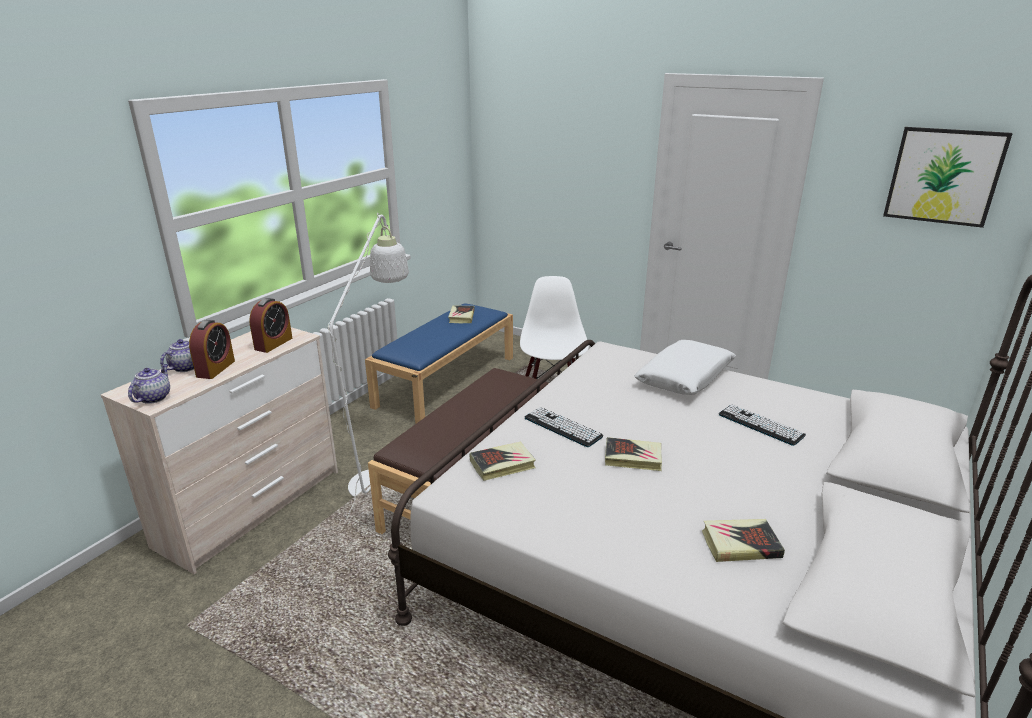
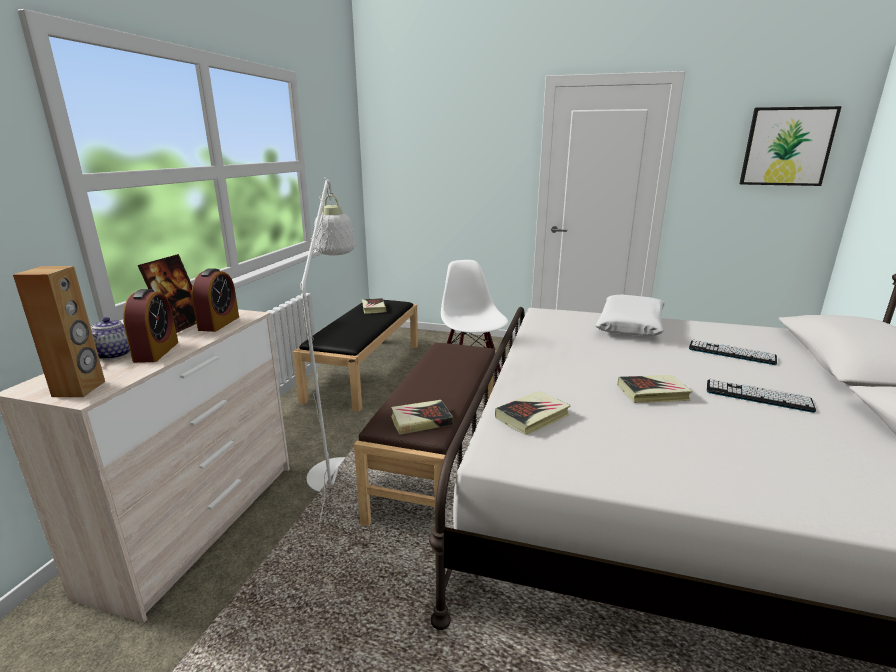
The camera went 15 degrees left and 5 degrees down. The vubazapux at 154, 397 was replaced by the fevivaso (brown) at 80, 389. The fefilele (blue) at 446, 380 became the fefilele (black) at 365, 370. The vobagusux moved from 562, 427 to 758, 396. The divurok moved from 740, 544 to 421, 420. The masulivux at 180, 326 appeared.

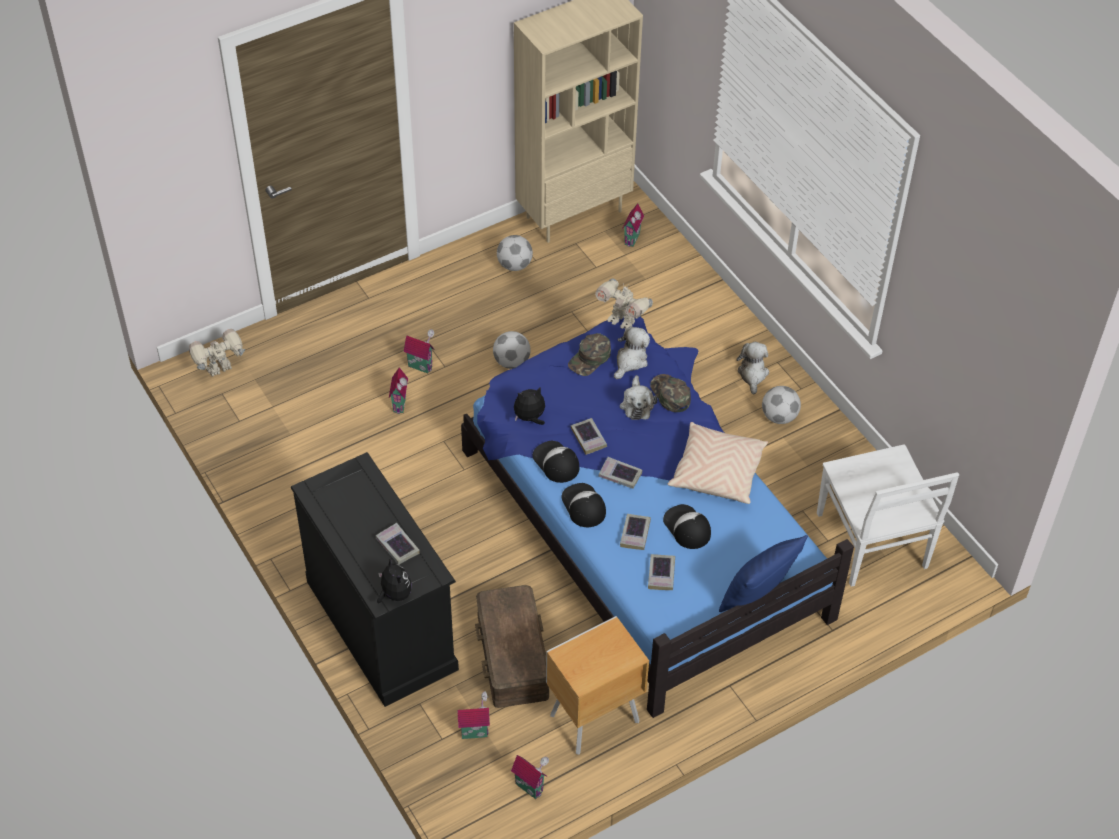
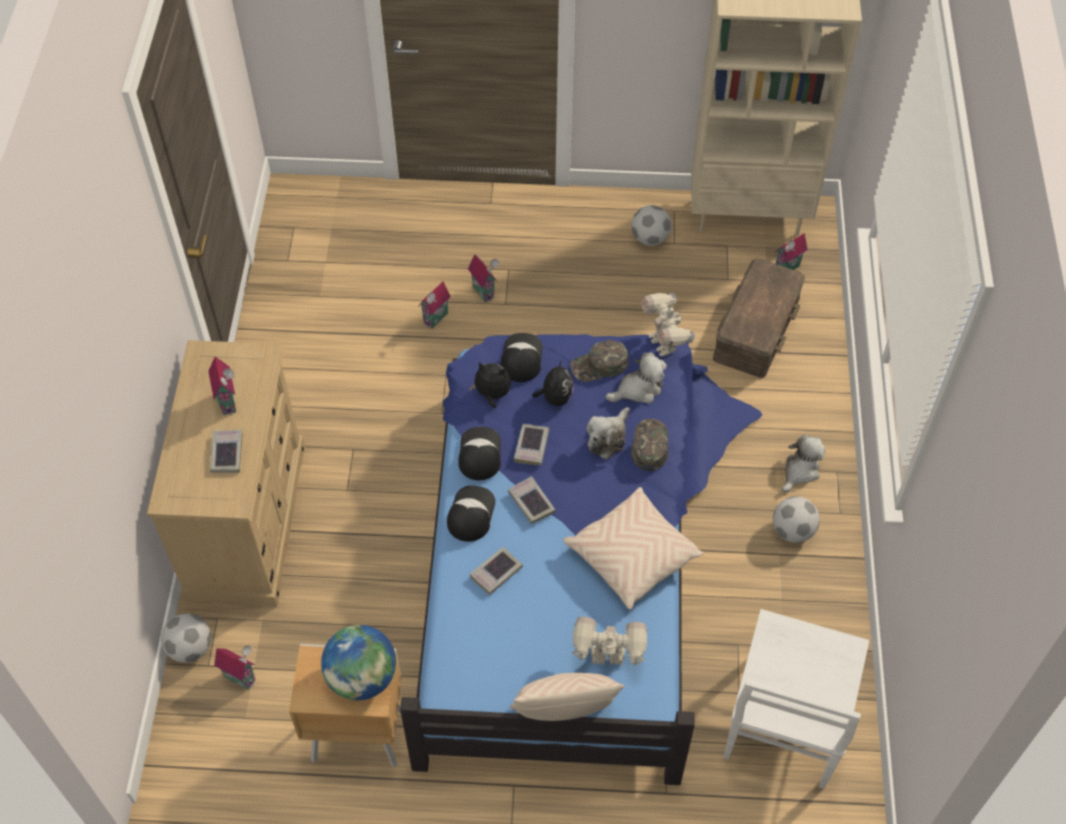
The camera went 35 degrees right and 5 degrees up. The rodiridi moved from 220, 370 to 607, 659. The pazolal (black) at 382, 624 became the pazolal (beige) at 248, 521. The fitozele moved from 394, 594 to 555, 398. The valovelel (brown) moved from 511, 655 to 755, 328. The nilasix moved from 512, 362 to 190, 648. The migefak moved from 530, 786 to 229, 401. The divurok at 661, 574 disappeared. The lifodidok moved from 686, 527 to 521, 358. The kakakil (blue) at 757, 595 became the kakakil (beige) at 565, 714. The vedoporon at 362, 678 appeared.

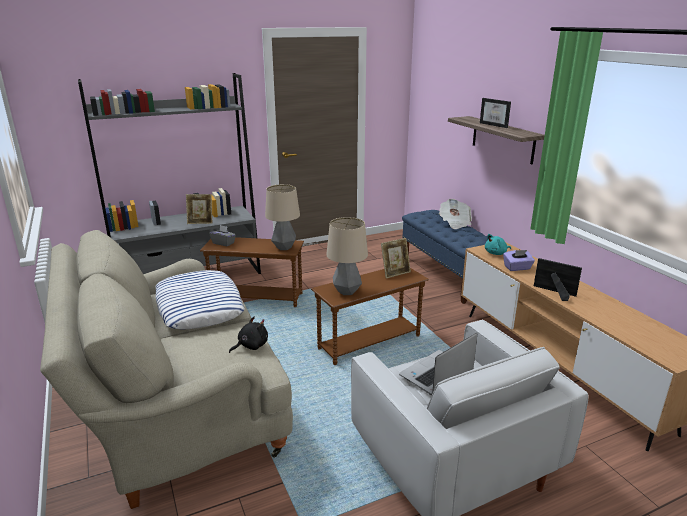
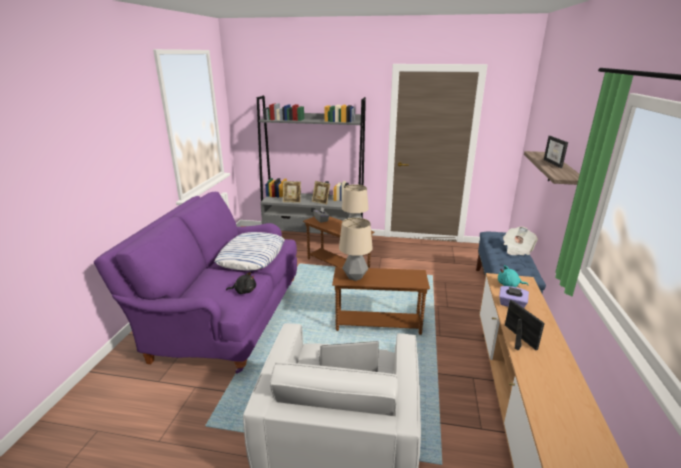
The camera went 35 degrees right and 0 degrees up. The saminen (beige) at 175, 408 became the saminen (purple) at 222, 317. The masulivux moved from 395, 273 to 292, 201.

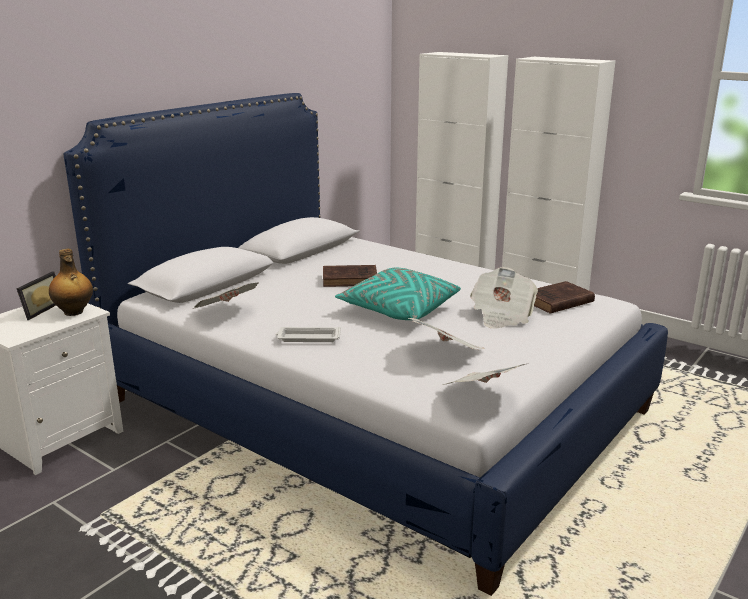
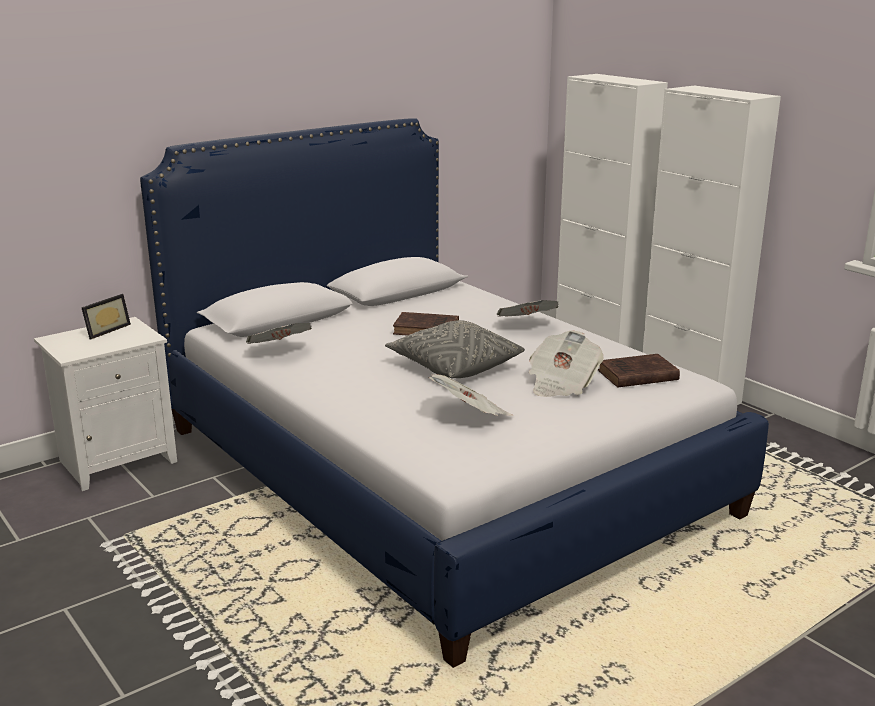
The camera went 15 degrees right and 0 degrees up. The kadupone at 74, 312 disappeared. The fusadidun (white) at 308, 338 disappeared. The kakakil (turquoise) at 398, 310 became the kakakil (grey) at 454, 366. The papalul moved from 481, 395 to 526, 325.

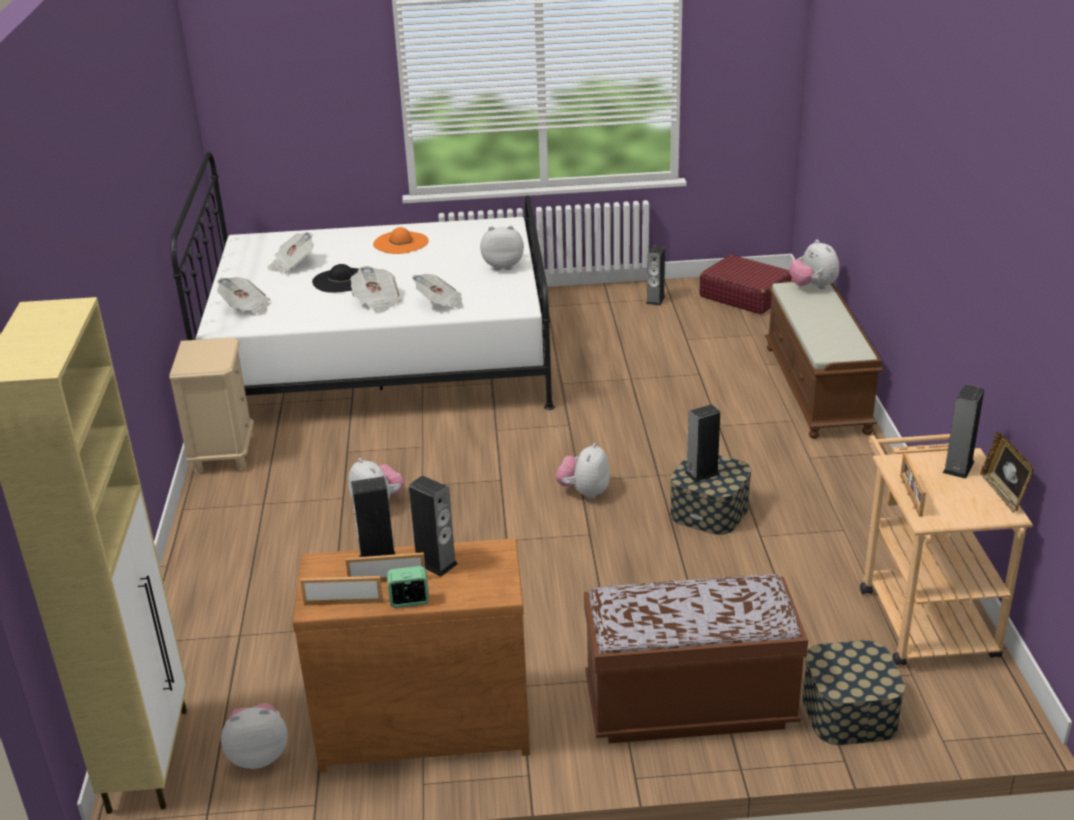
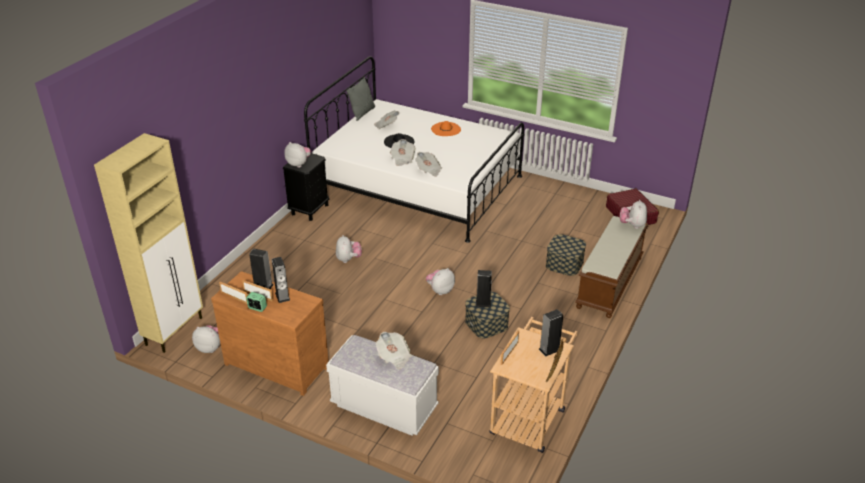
The camera went 30 degrees right and 5 degrees up. The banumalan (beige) at 223, 454 became the banumalan (black) at 309, 209. The papalul moved from 246, 308 to 394, 357. The fitozele moved from 503, 266 to 299, 164. The fefilele (brown) at 689, 706 became the fefilele (white) at 384, 407. The fevivaso at 655, 300 disappeared. The valovelel moved from 849, 712 to 564, 263. The kakakil (grey) at 362, 113 appeared.

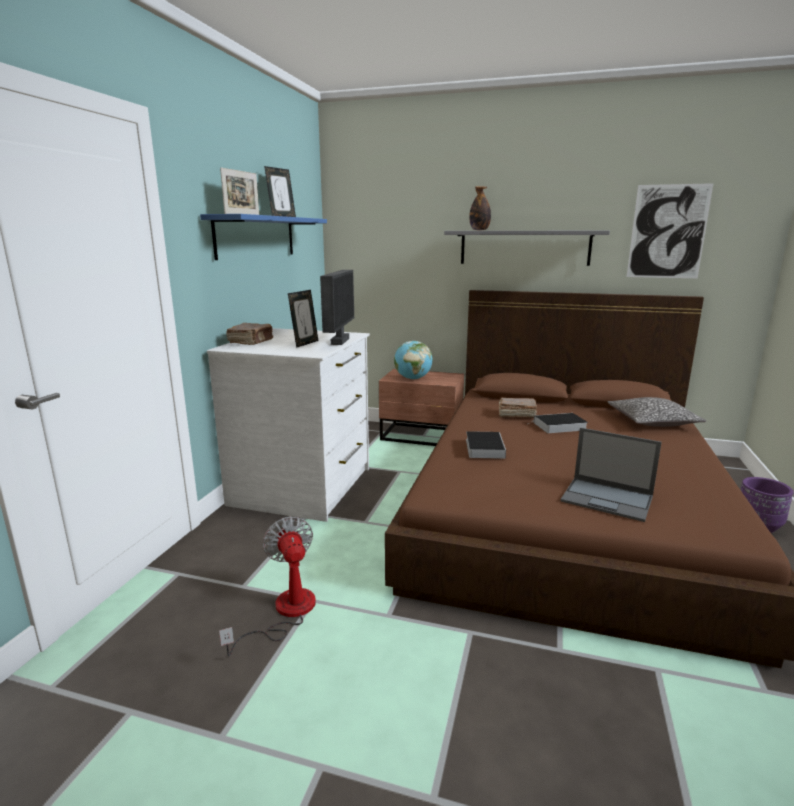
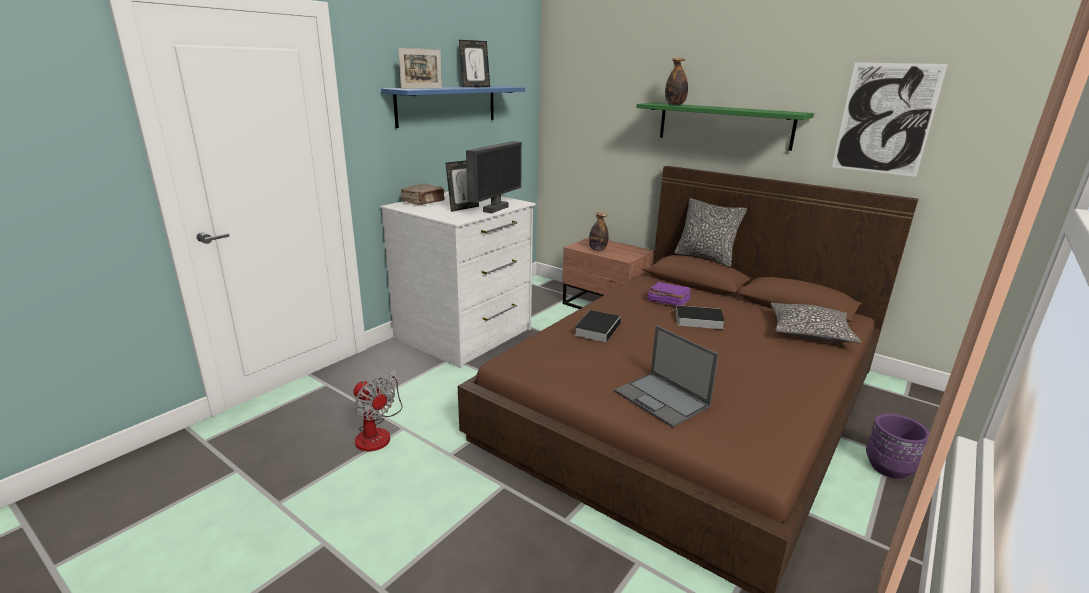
The camera went 20 degrees right and 5 degrees up. The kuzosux at 285, 613 turned 135 degrees clockwise. The vedoporon at 413, 378 was replaced by the kadupone at 597, 249. The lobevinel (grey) at 524, 247 became the lobevinel (green) at 724, 125. The divurok (brown) at 516, 415 became the divurok (purple) at 667, 301. The kakakil at 705, 258 appeared.

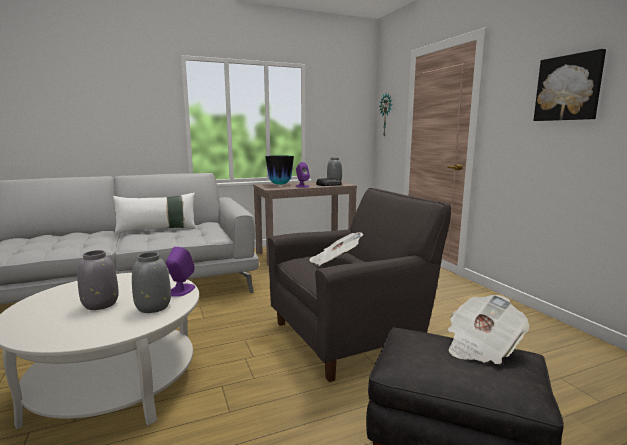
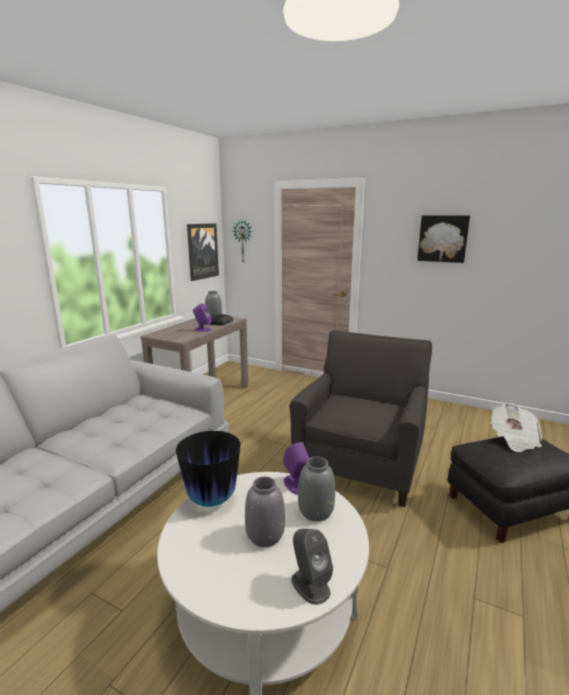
The camera went 40 degrees left and 5 degrees up. The kakakil (white) at 157, 230 disappeared. The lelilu moved from 280, 184 to 212, 500. The papalul at 334, 262 disappeared. The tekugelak at 202, 251 appeared. The fevivaso (grey) at 310, 585 appeared.

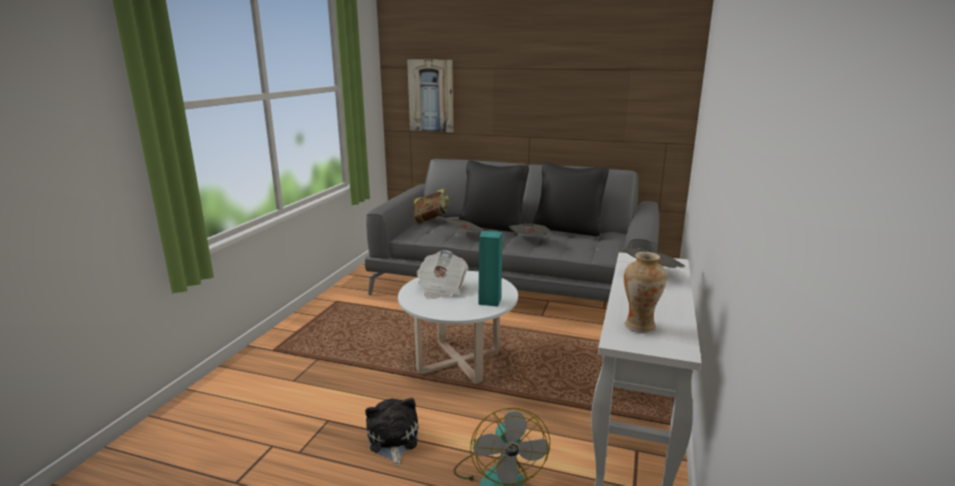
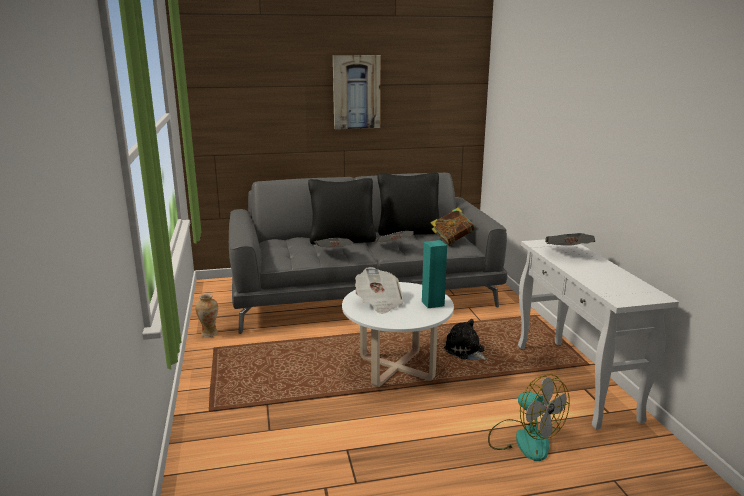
The camera went 30 degrees left and 0 degrees up. The fitozele moved from 392, 440 to 465, 351. The tekugelak moved from 431, 96 to 356, 92. The divurok moved from 432, 220 to 452, 240. The lelilu moved from 639, 326 to 209, 333.

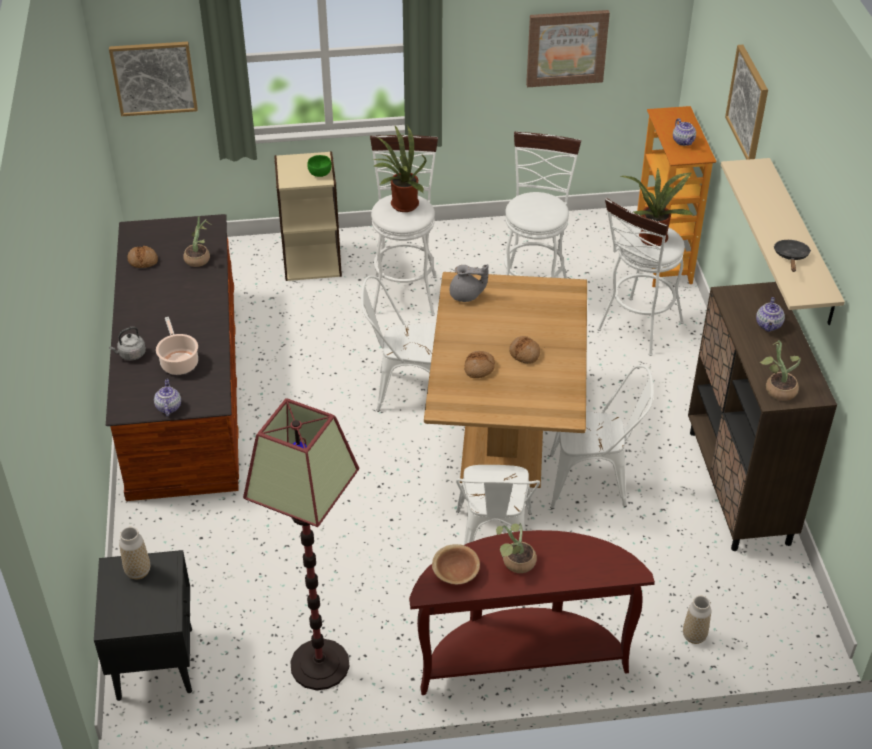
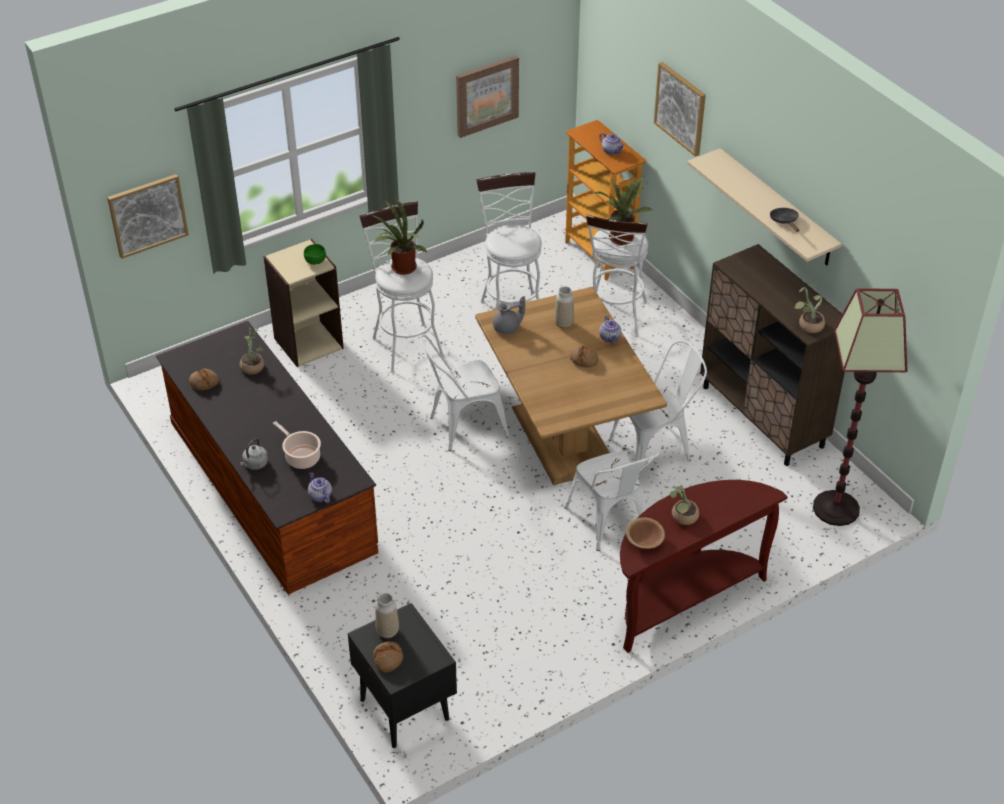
The camera went 25 degrees left and 0 degrees up. The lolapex moved from 320, 665 to 836, 509. The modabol moved from 479, 368 to 388, 659. The lelilu moved from 694, 636 to 564, 324. The vubazapux moved from 769, 325 to 610, 338.

